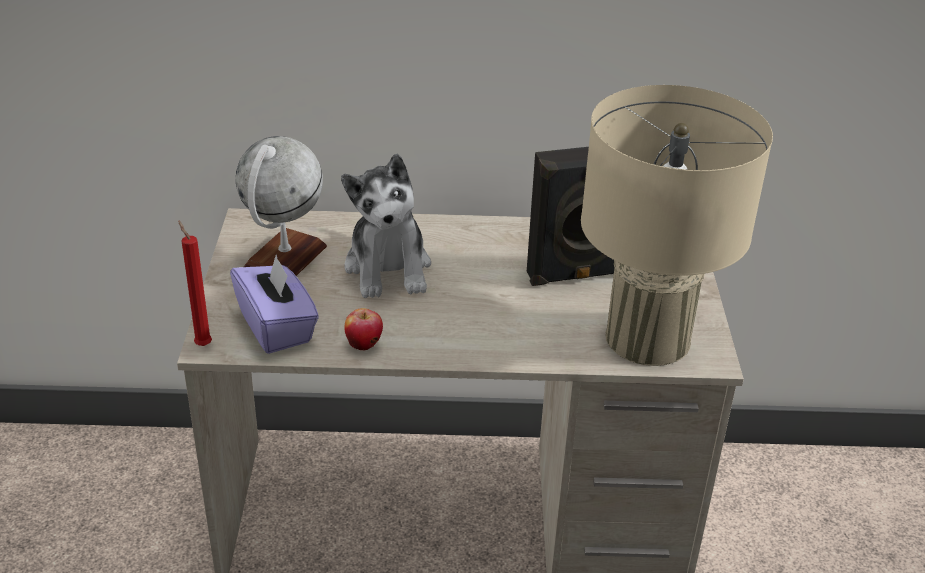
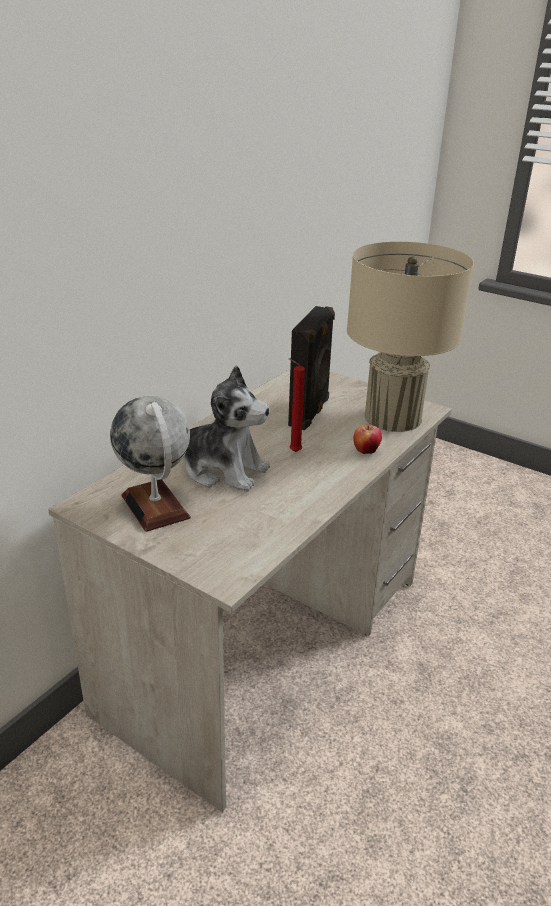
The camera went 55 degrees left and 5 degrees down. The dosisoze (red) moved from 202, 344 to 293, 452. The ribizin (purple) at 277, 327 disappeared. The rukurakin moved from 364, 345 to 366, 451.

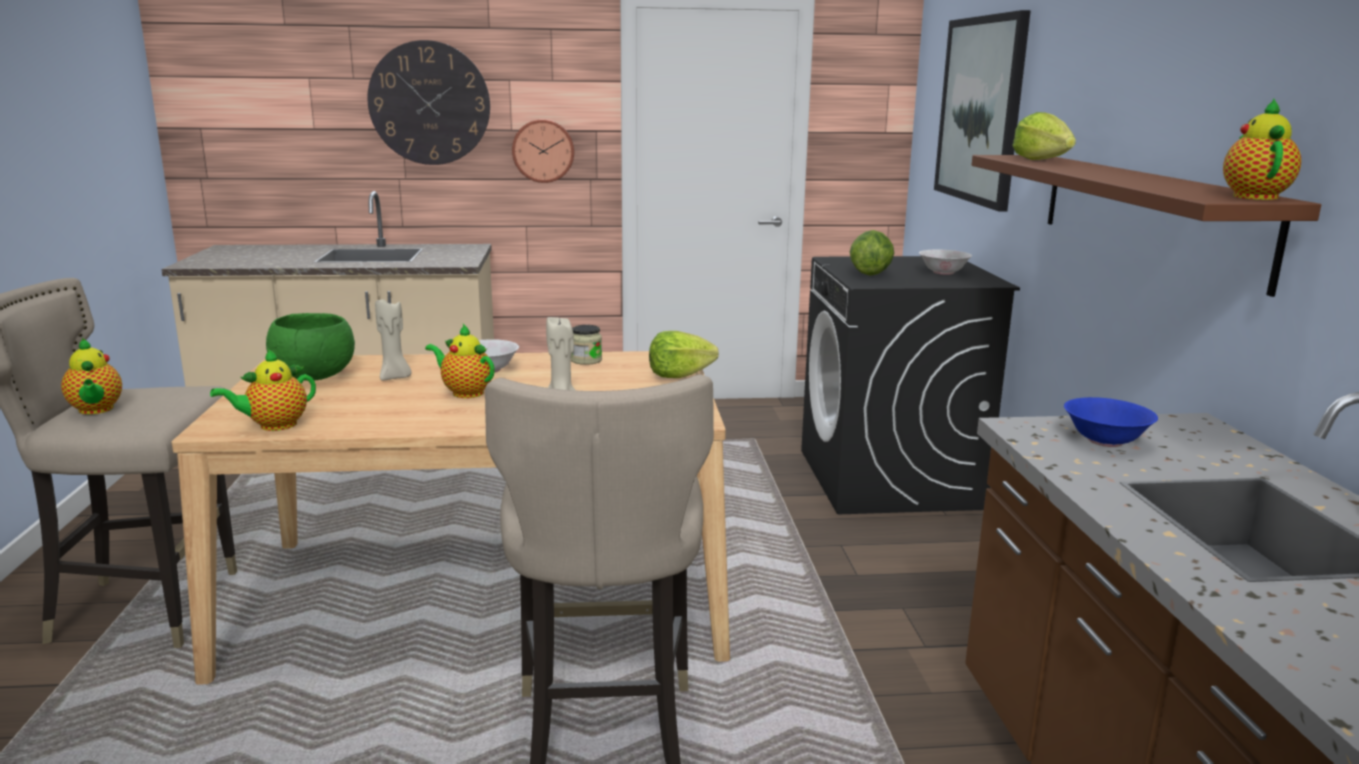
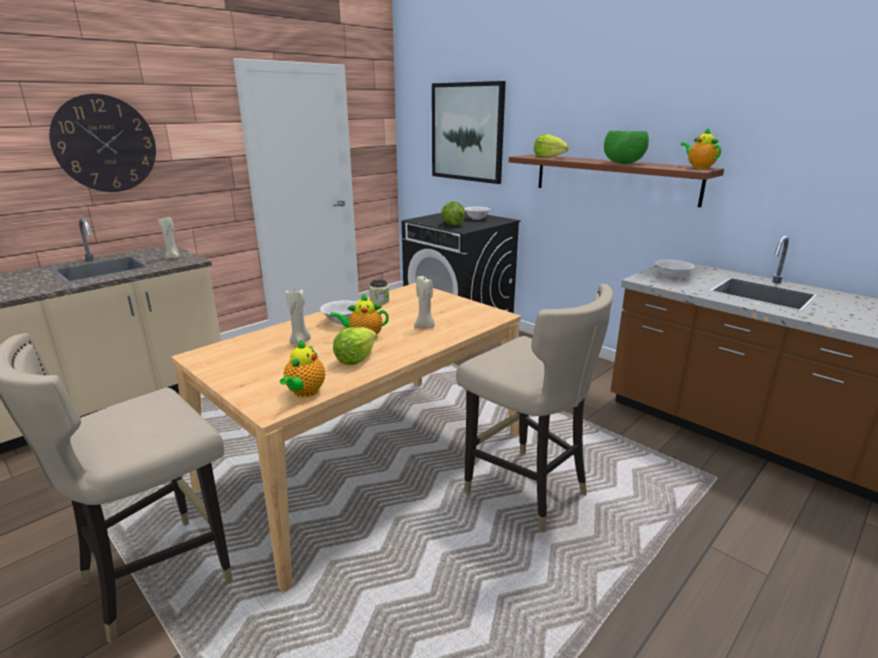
The camera went 40 degrees left and 5 degrees up. The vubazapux at 96, 410 disappeared. The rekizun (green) moved from 314, 378 to 624, 163. The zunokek at 543, 150 disappeared. The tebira moved from 679, 375 to 356, 359. The rekizun (blue) at 1104, 441 became the rekizun (white) at 672, 277. The dosisoze (beige) at 173, 257 appeared.

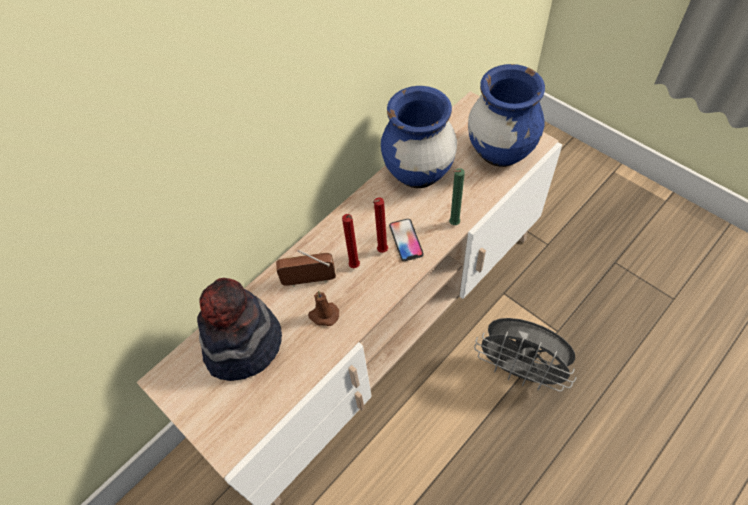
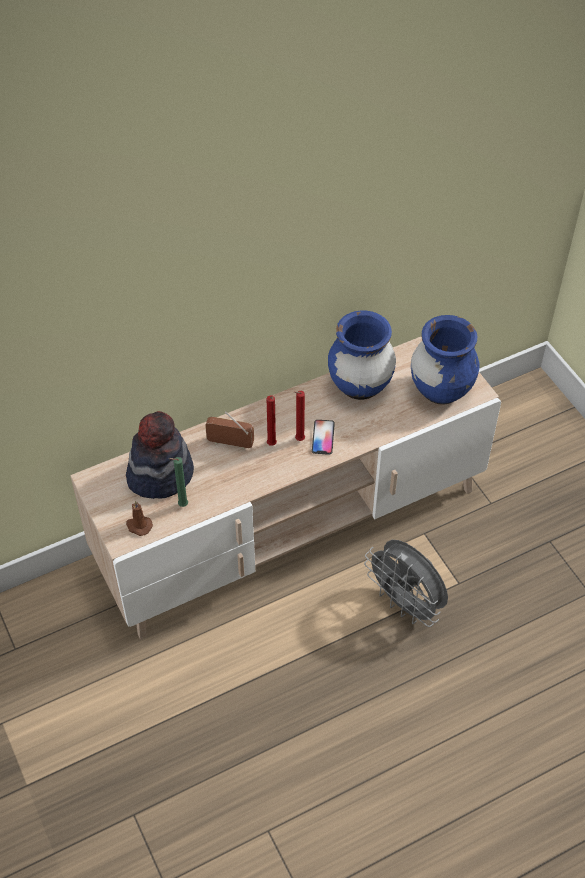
The camera went 15 degrees right and 5 degrees down. The dosisoze (brown) moved from 323, 315 to 138, 526. The dosisoze (green) moved from 453, 224 to 181, 505.

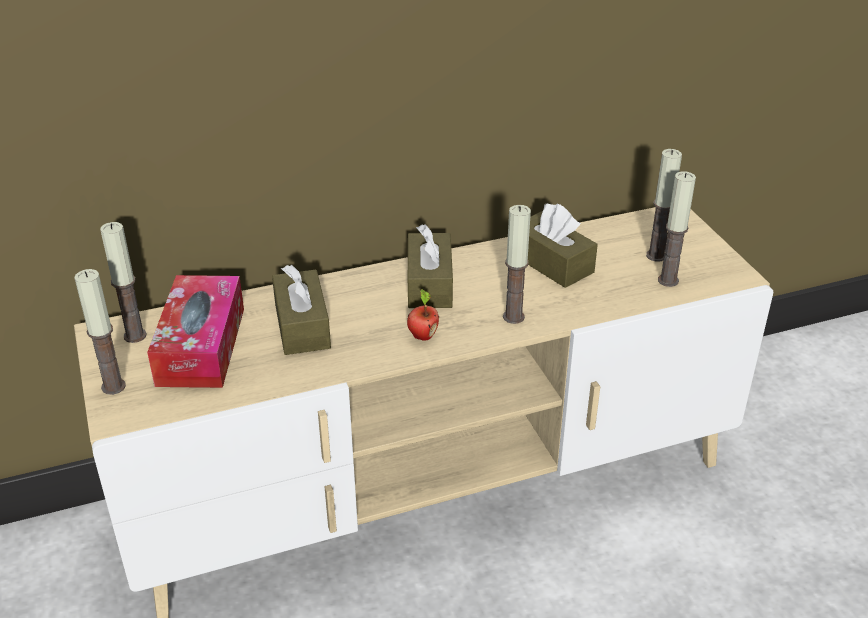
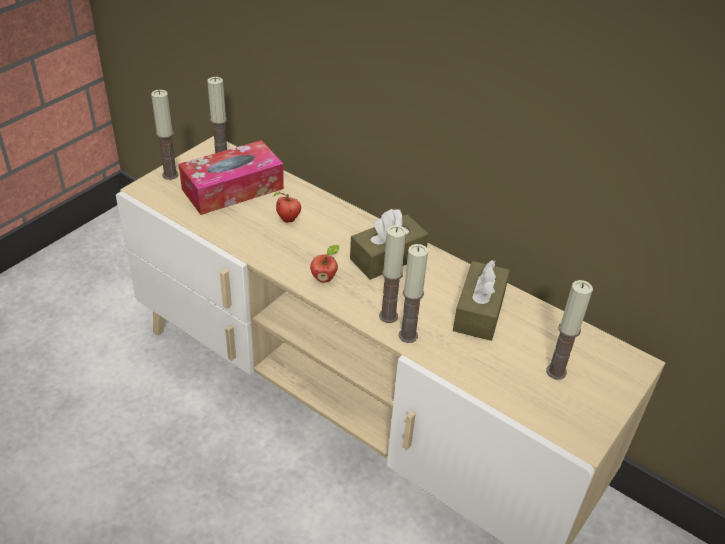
The camera went 55 degrees right and 5 degrees up. The ribizin (brown) at 302, 326 was replaced by the rukurakin at 287, 220. The dosisoze moved from 668, 280 to 408, 335.

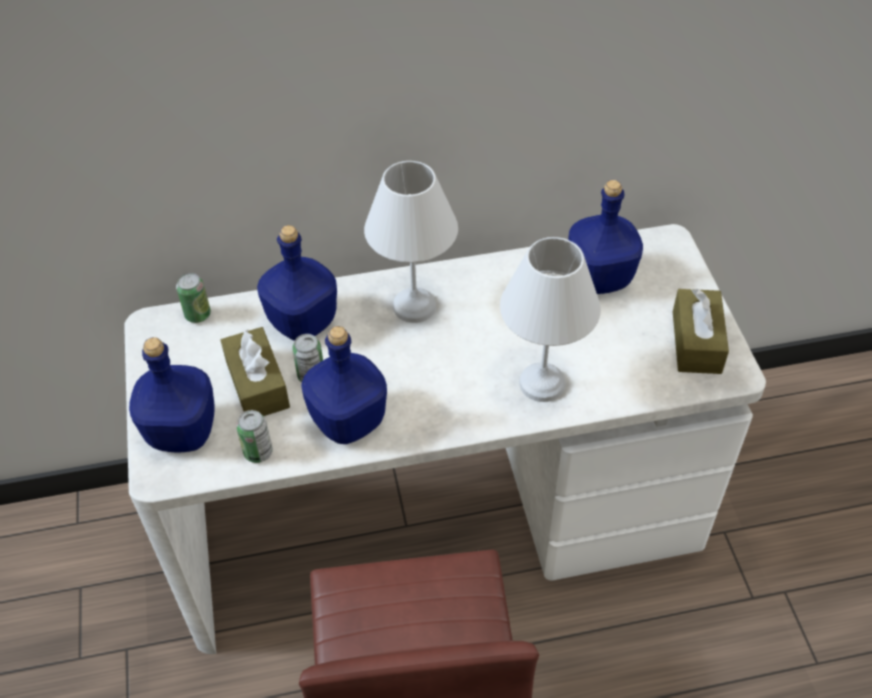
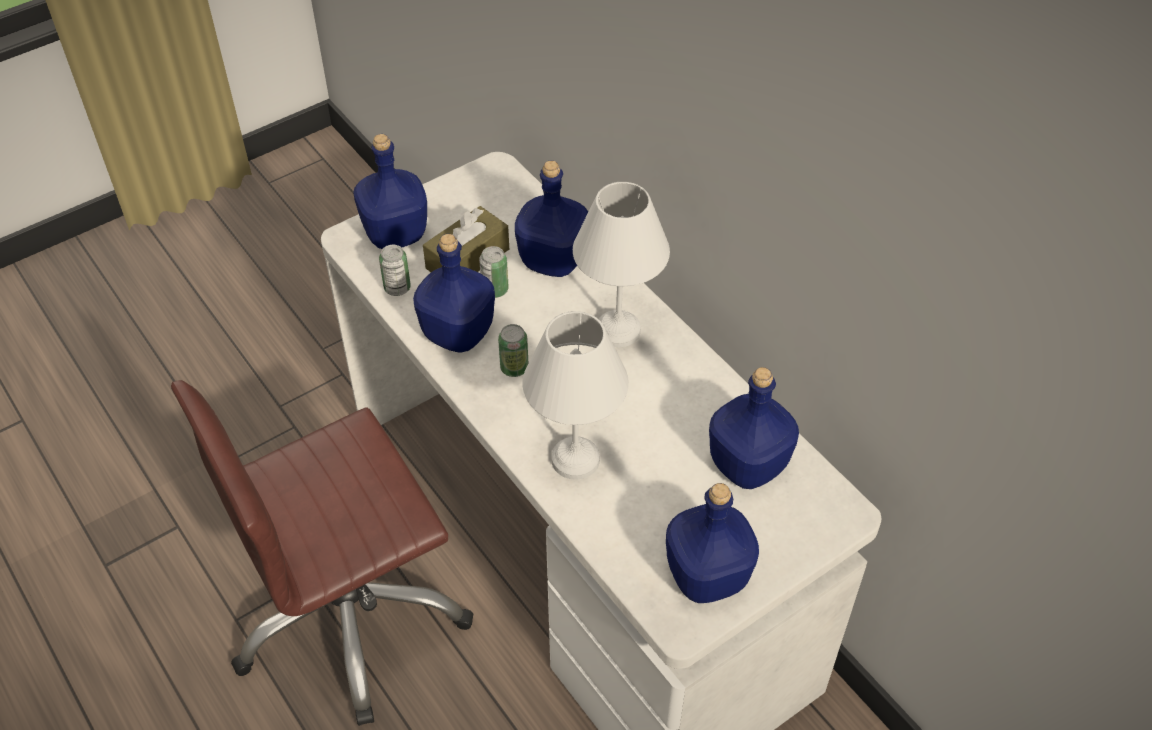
The camera went 65 degrees right and 0 degrees up. The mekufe moved from 198, 315 to 514, 368. The ribizin (brown) at 696, 342 was replaced by the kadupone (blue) at 705, 577.

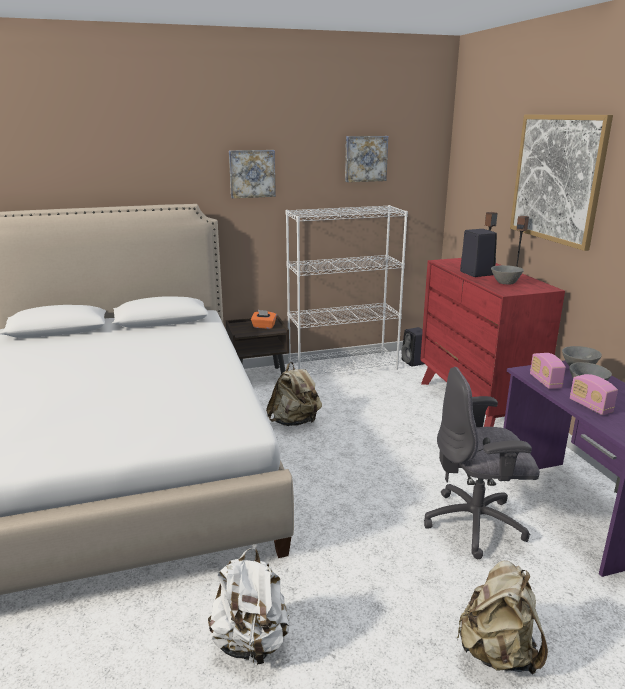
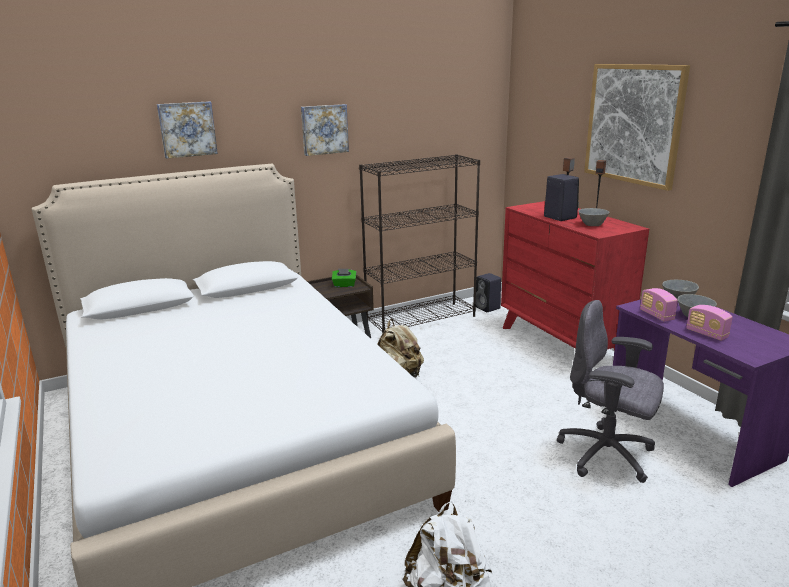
The camera went 10 degrees left and 0 degrees up. The ribizin (orange) at 263, 326 became the ribizin (green) at 344, 285. The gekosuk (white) at 343, 367 became the gekosuk (black) at 421, 319. The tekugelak moved from 365, 158 to 187, 129. The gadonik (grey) at 476, 524 turned 45 degrees clockwise. The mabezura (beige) at 497, 652 disappeared.

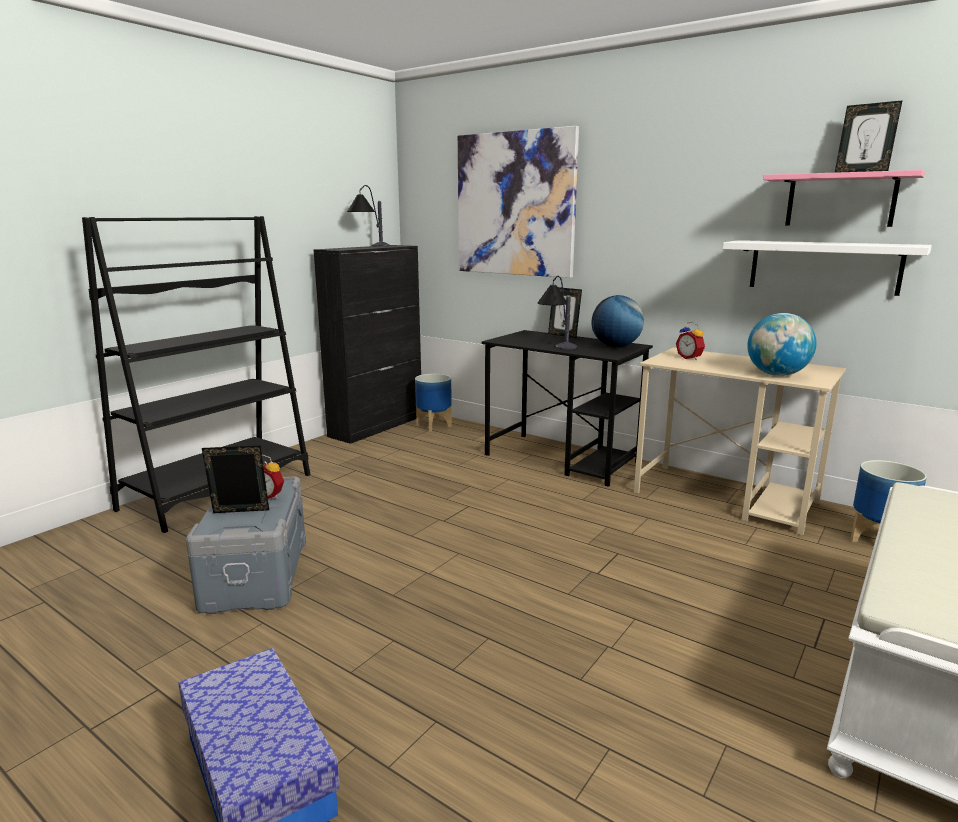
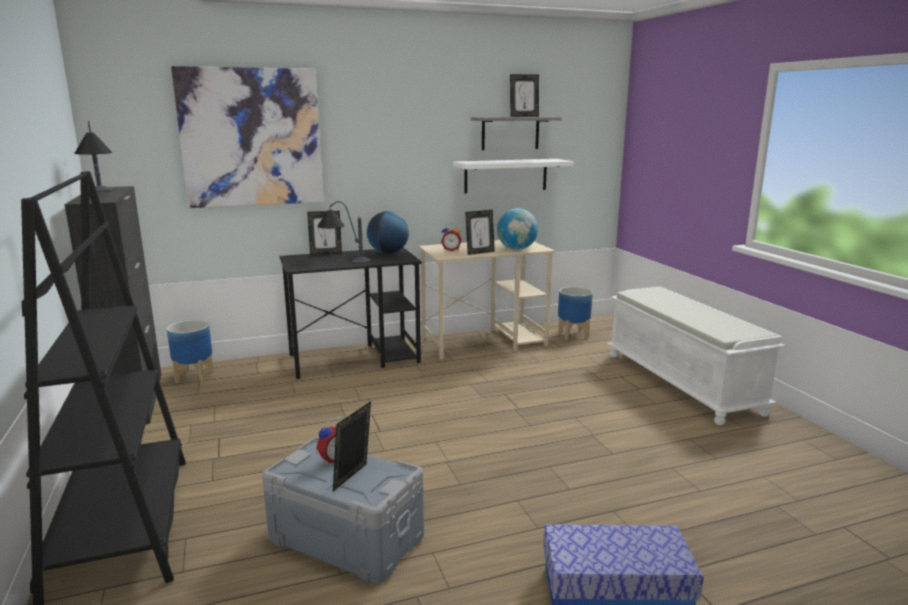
The camera went 55 degrees left and 0 degrees up. The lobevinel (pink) at 840, 200 became the lobevinel (grey) at 510, 133. The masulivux at 480, 252 appeared.

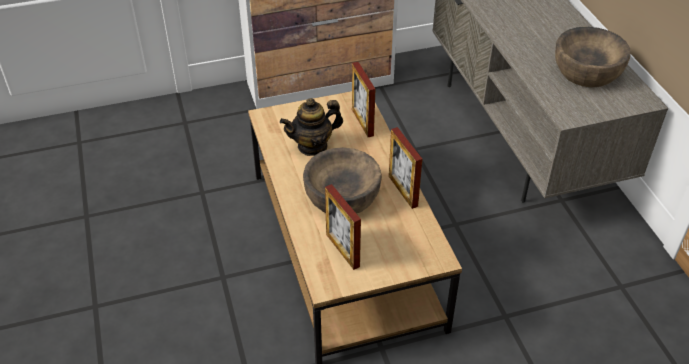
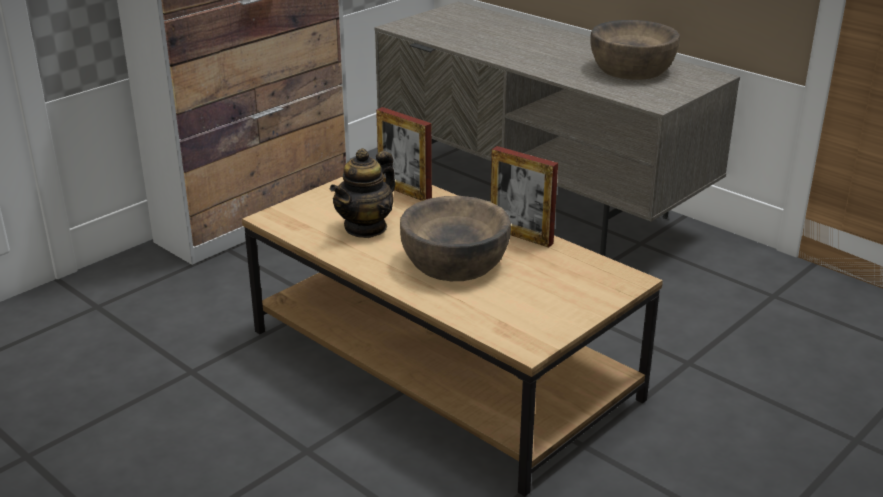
The camera went 30 degrees left and 15 degrees down. The masulivux at 342, 250 disappeared.

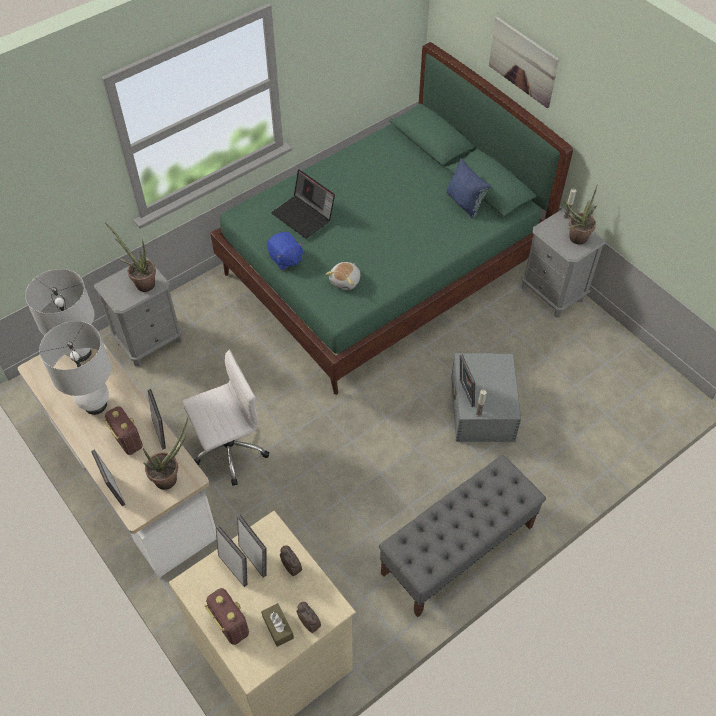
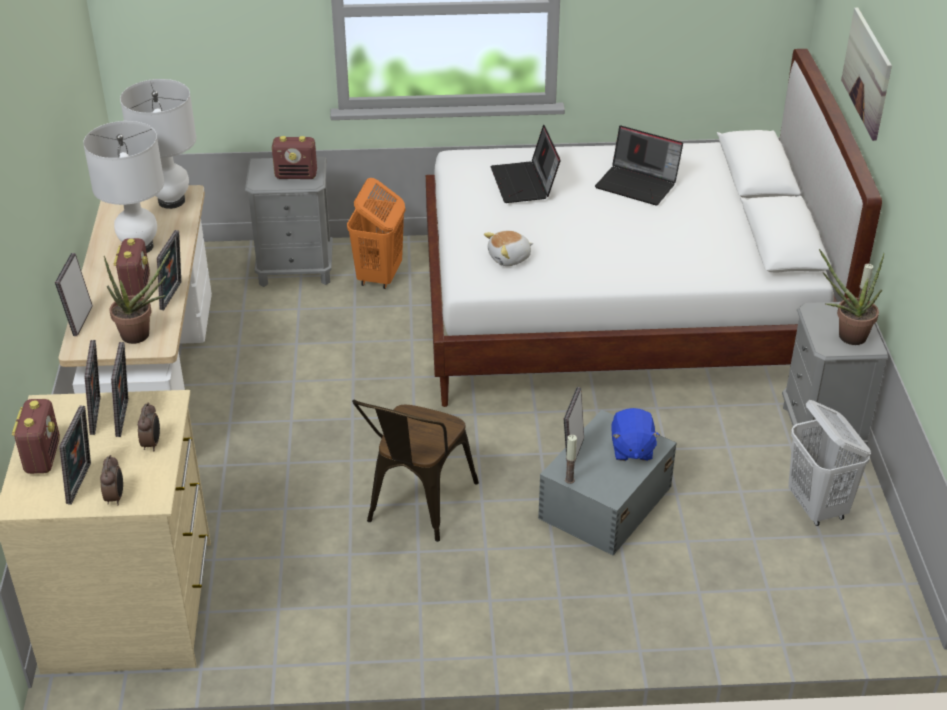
The camera went 35 degrees right and 15 degrees down. The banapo at 142, 283 was replaced by the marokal at 296, 175. The gadonik (white) at 228, 450 disappeared. The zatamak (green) at 383, 269 became the zatamak (white) at 620, 314. The ribizin (brown) at 278, 627 was replaced by the masulivux at 82, 484. The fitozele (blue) moved from 285, 259 to 631, 449. The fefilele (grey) at 457, 550 disappeared. The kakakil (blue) at 465, 203 disappeared. The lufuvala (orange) at 379, 276 appeared. The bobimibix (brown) at 416, 507 appeared. The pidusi at 638, 184 appeared. The lufuvala (white) at 817, 506 appeared.

